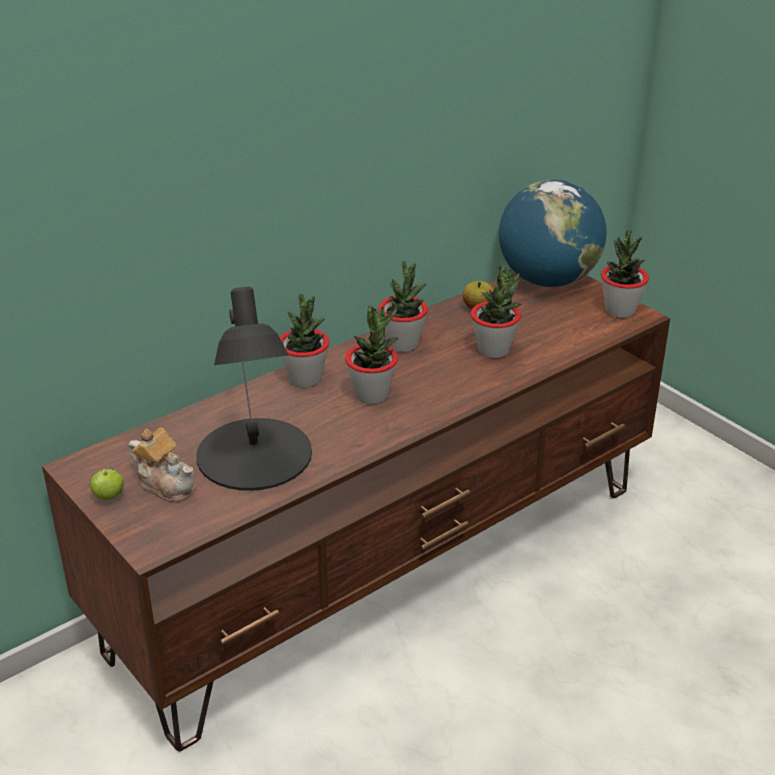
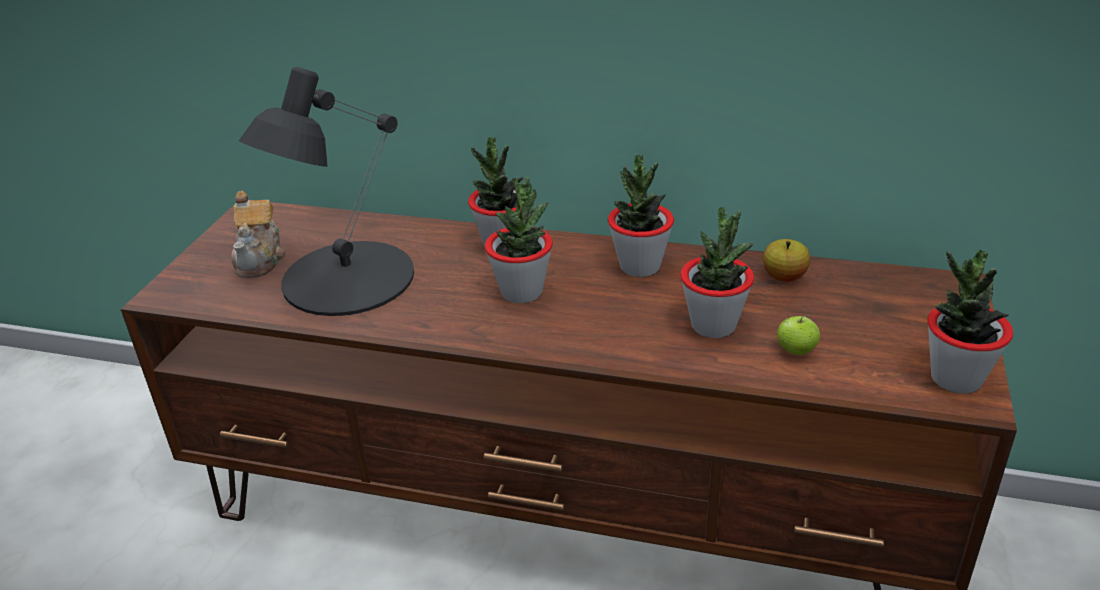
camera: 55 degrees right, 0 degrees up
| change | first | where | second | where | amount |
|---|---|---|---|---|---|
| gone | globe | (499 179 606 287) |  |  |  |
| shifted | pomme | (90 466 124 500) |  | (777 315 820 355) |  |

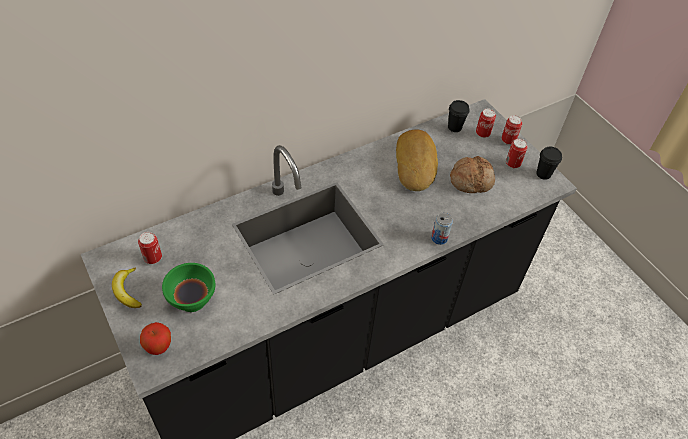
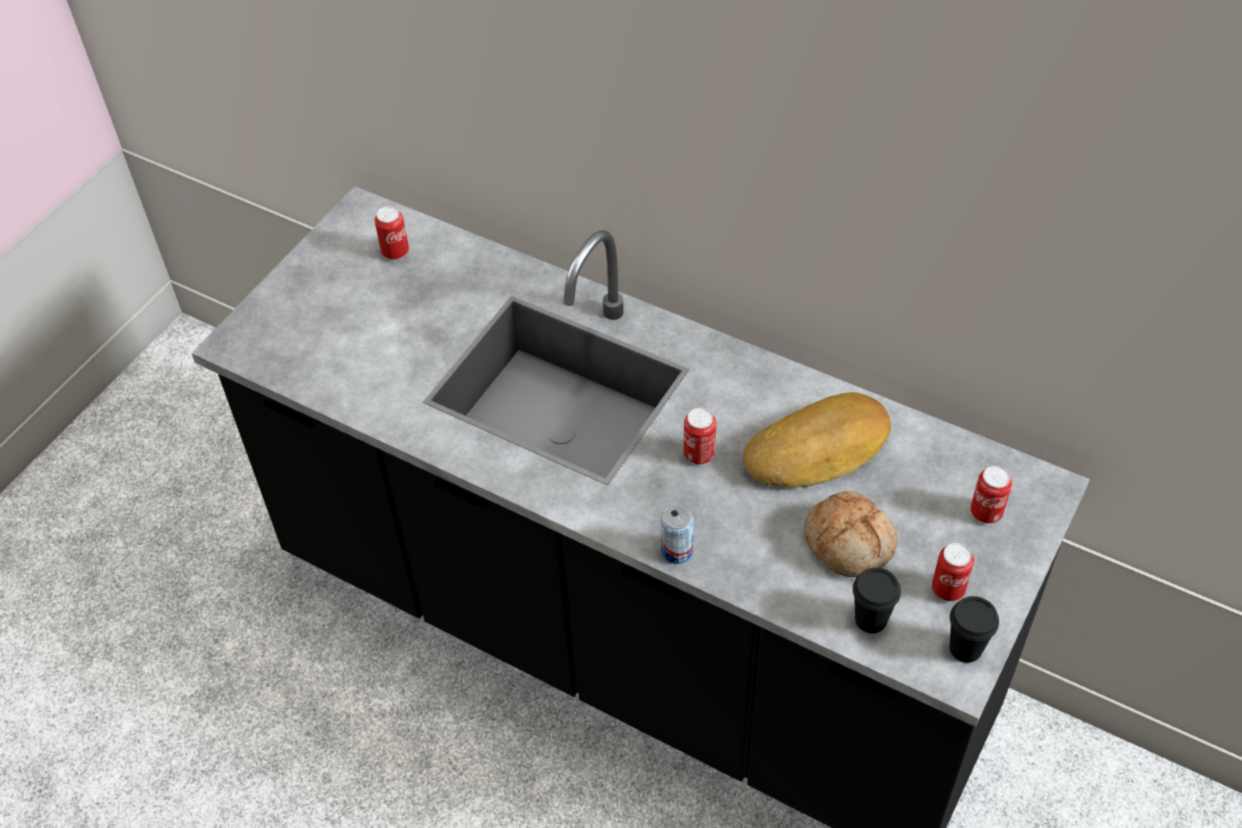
camera: 65 degrees right, 0 degrees up
| change | first | where | second | where | amount |
|---|---|---|---|---|---|
| gone | banane | (112 268 142 308) |  |  |  |
| gone | pomme | (140 322 171 355) |  |  |  |
| gone | bol (vert) | (162 263 216 312) |  |  |  |
| shifted | tasse (noir) | (448 100 470 132) |  | (853 567 901 633) |  |
| shifted | boîte métallique | (501 115 522 145) |  | (684 408 716 464) |  |

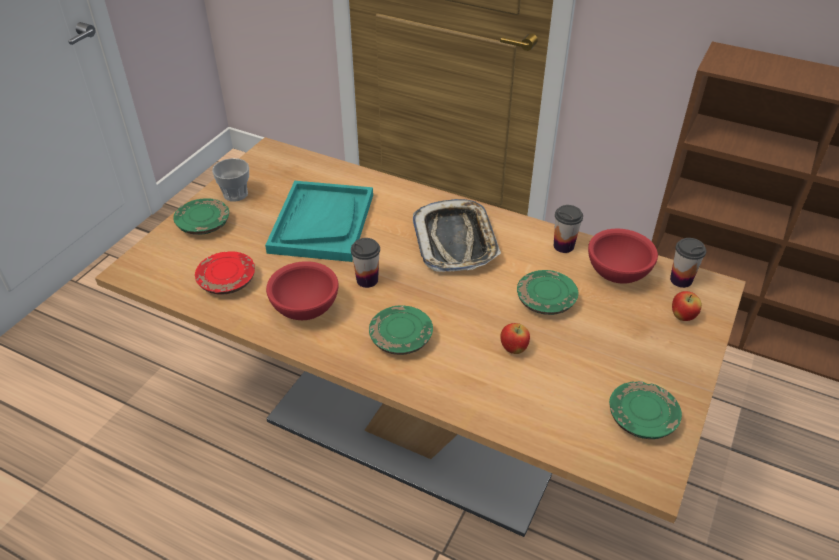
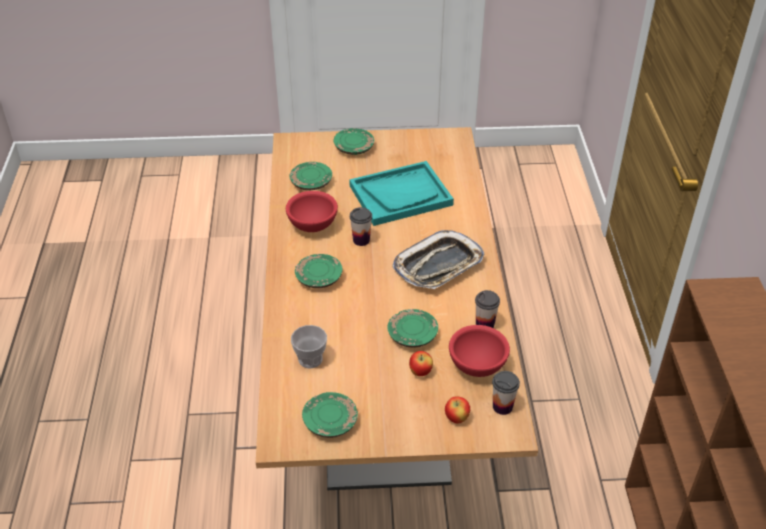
camera: 60 degrees right, 0 degrees up
| change | first | where | second | where | amount |
|---|---|---|---|---|---|
| shifted | tasse | (212 158 249 202) |  | (291 325 327 368) |  |
| shifted | pomme | (500 323 530 354) |  | (409 351 433 376) |  |
| repainted | assiette (rouge) | (195 251 255 295) | assiette (vert) | (290 162 332 190) |  |

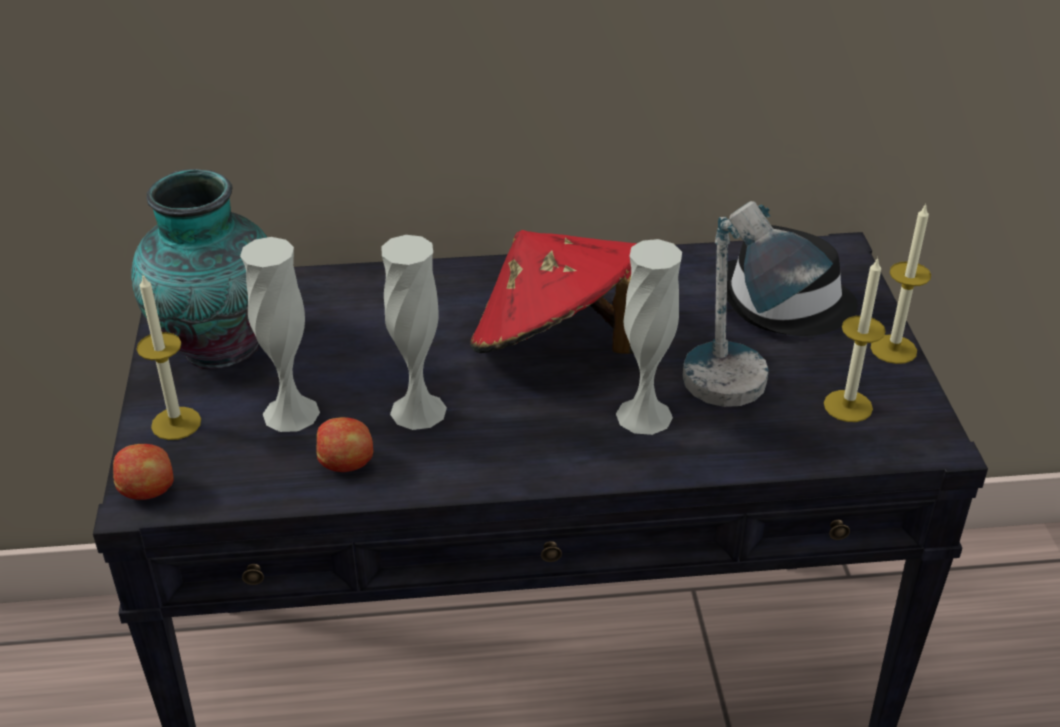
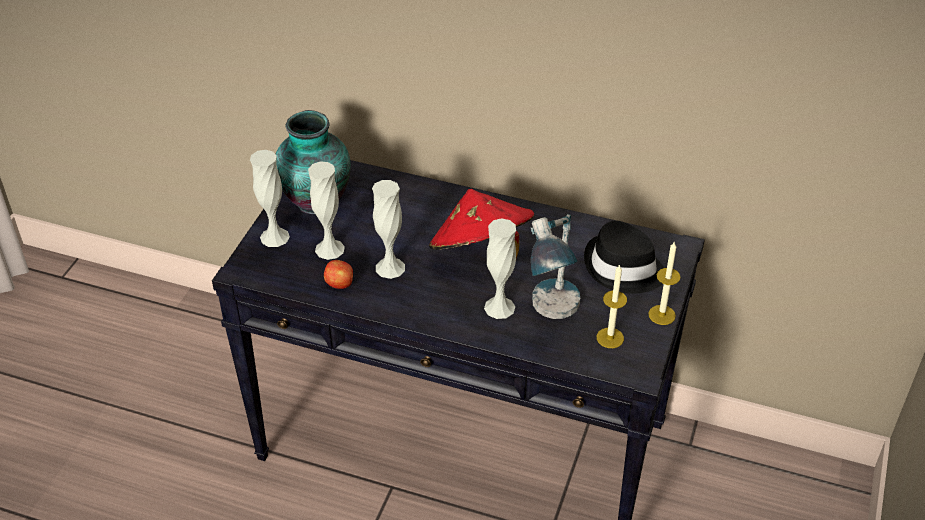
camera: 25 degrees right, 5 degrees up
| change | first | where | second | where | amount |
|---|---|---|---|---|---|
| gone | pomme | (113 444 174 500) |  |  |  |
| swapped | bougie | (137 275 201 440) | vase (blanc) | (250 150 290 247) |  |

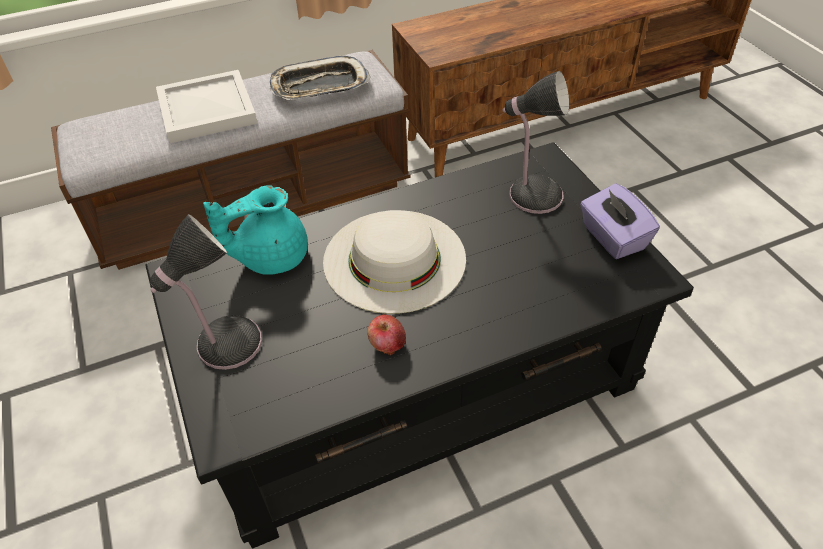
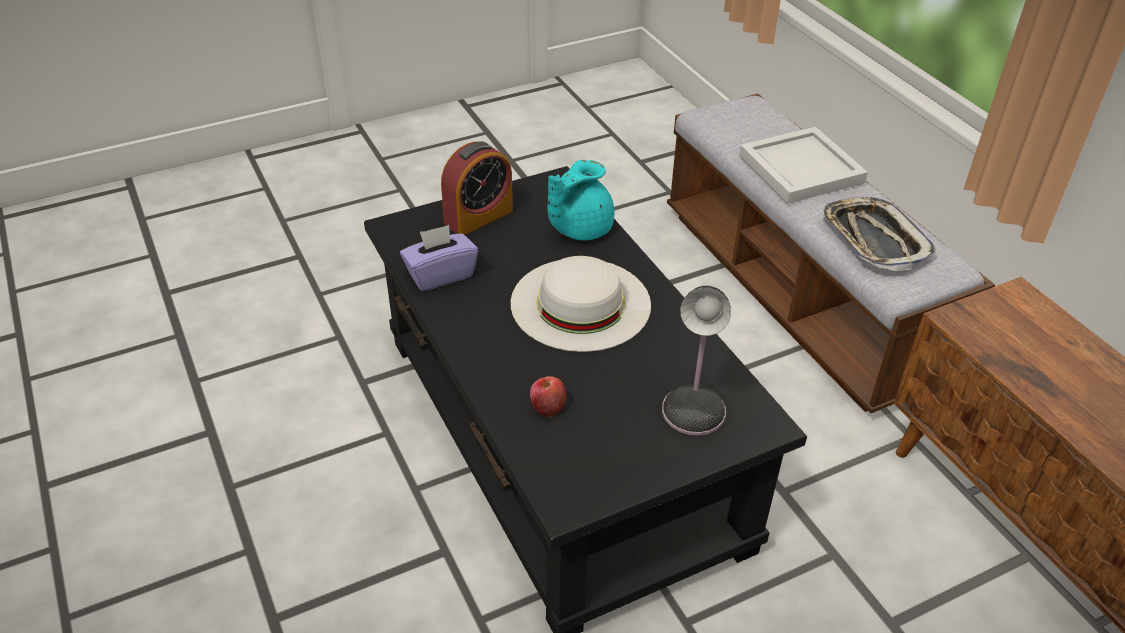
camera: 85 degrees right, 5 degrees down
| change | first | where | second | where | amount |
|---|---|---|---|---|---|
| shifted | pomme | (367 314 406 355) |  | (530 376 566 417) |  |
| shifted | boîte à mouchoirs (violet) | (580 183 660 259) |  | (400 225 478 291) |  |
| swapped | lampe de table | (150 214 262 370) | réveil | (441 142 513 235) |  |
| rotated | théière (turquoise) | (203 185 308 275) |  | (547 160 614 240) | 105 degrees counterclockwise |

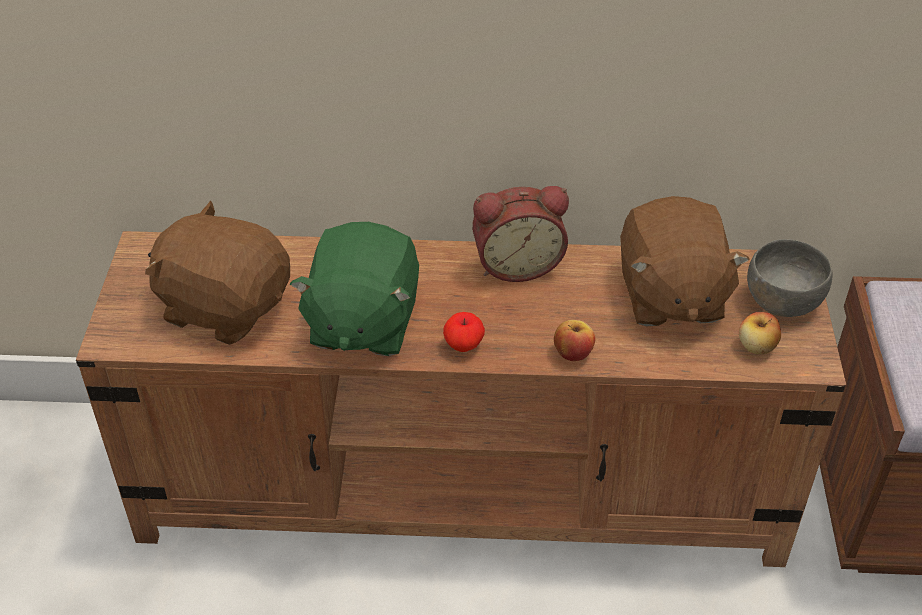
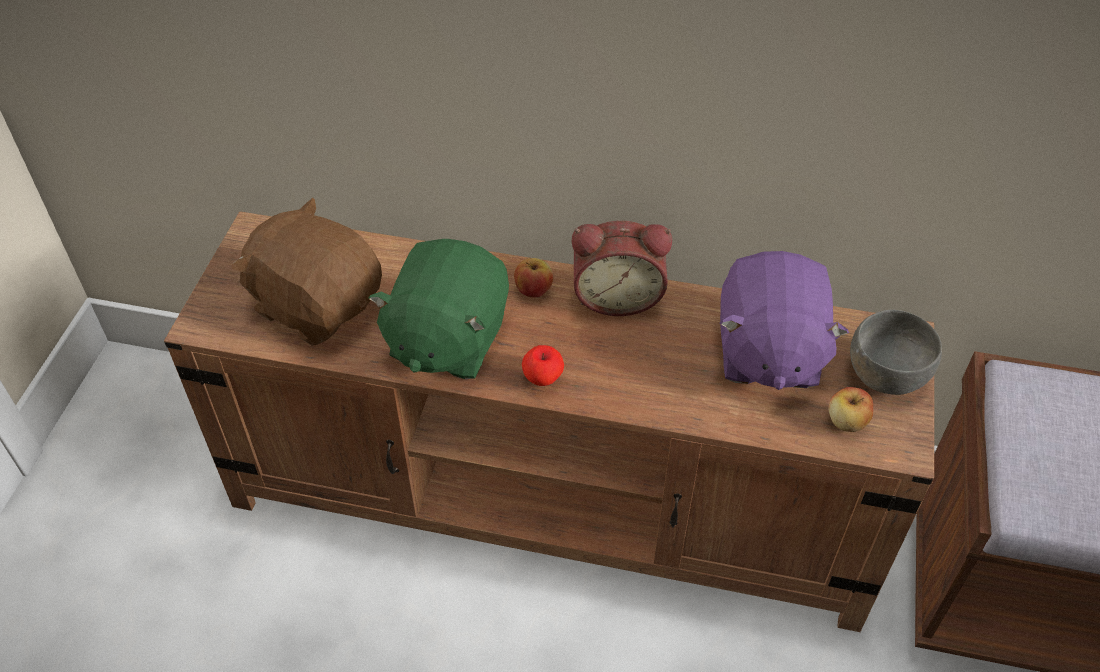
camera: 10 degrees right, 5 degrees up
| change | first | where | second | where | amount |
|---|---|---|---|---|---|
| shifted | pomme | (554 320 595 361) |  | (514 258 553 297) |  |
| repainted | peluche (marron) | (620 196 750 326) | peluche (violet) | (720 251 849 390) |  |

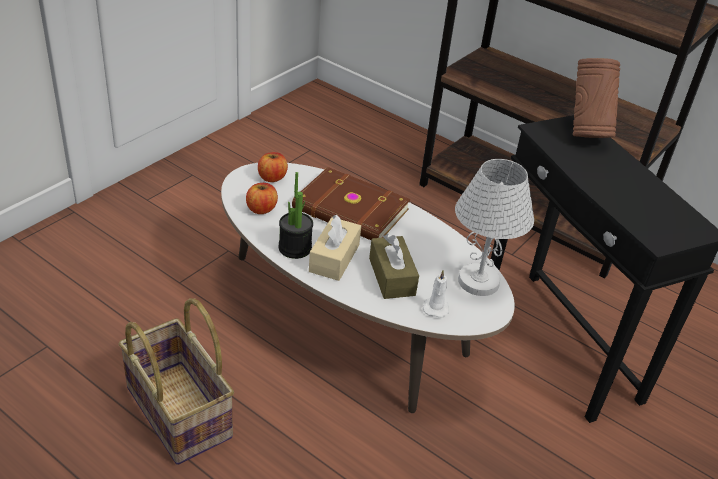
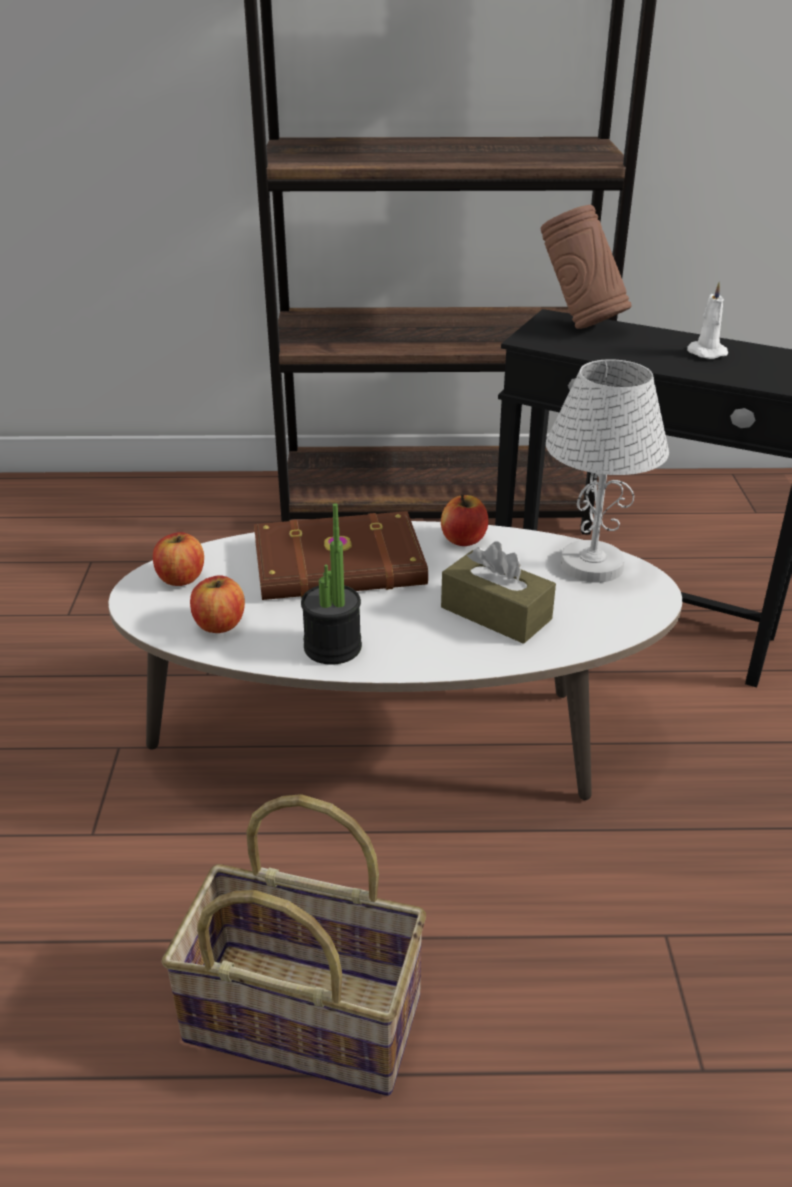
camera: 35 degrees left, 5 degrees down
| change | first | where | second | where | amount |
|---|---|---|---|---|---|
| gone | boîte à mouchoirs (beige) | (309 215 361 281) |  |  |  |
| new |  |  | pomme | (441 494 488 546) |  |
| shifted | bougie (blanc) | (423 270 449 318) |  | (687 282 728 359) |  |

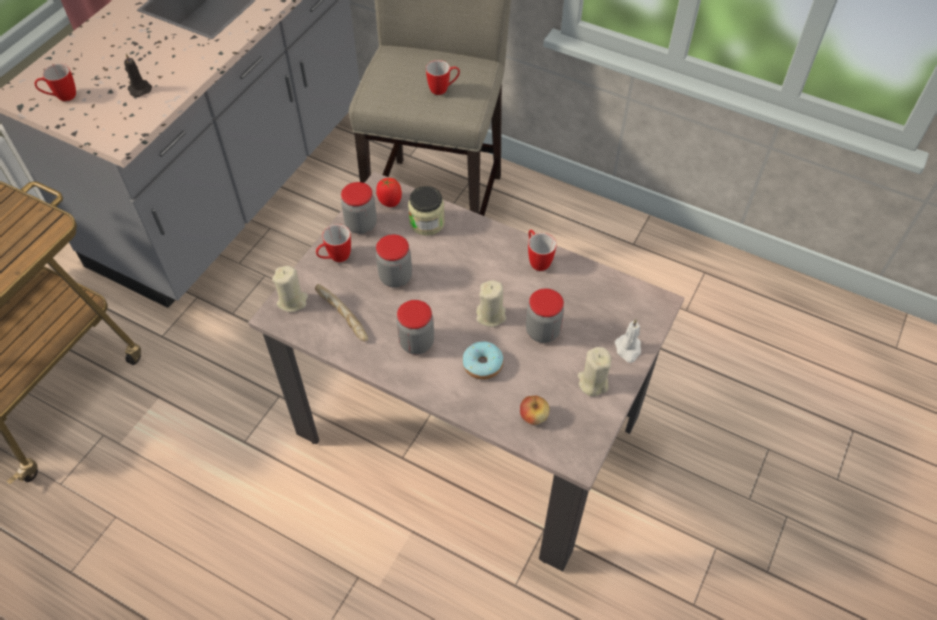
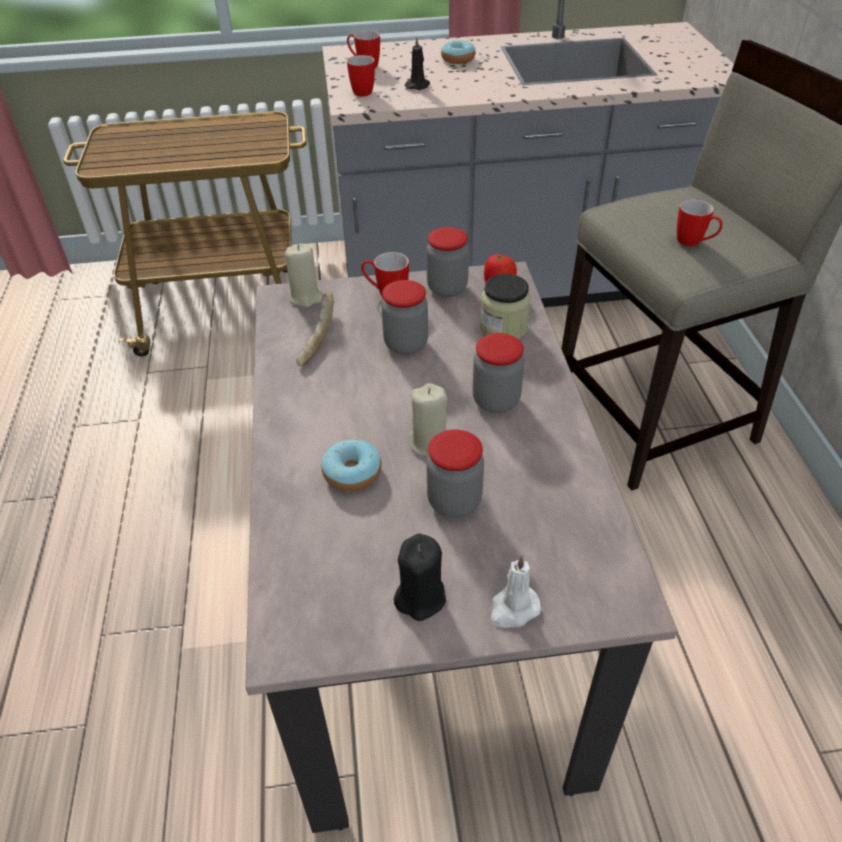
camera: 55 degrees right, 10 degrees down
| change | first | where | second | where | amount |
|---|---|---|---|---|---|
| gone | pomme | (520 396 550 425) |  |  |  |
| new |  |  | beignet | (441 41 476 64) |  |
| shifted | bocal | (397 300 434 354) |  | (473 333 524 413) |  |
| shifted | mug | (528 230 557 271) |  | (347 55 375 97) |  |
| repainted | bougie (beige) | (578 347 611 396) | bougie (noir) | (394 533 446 621) |  |

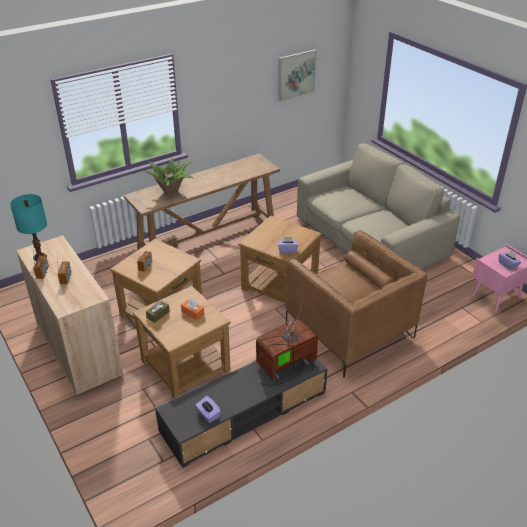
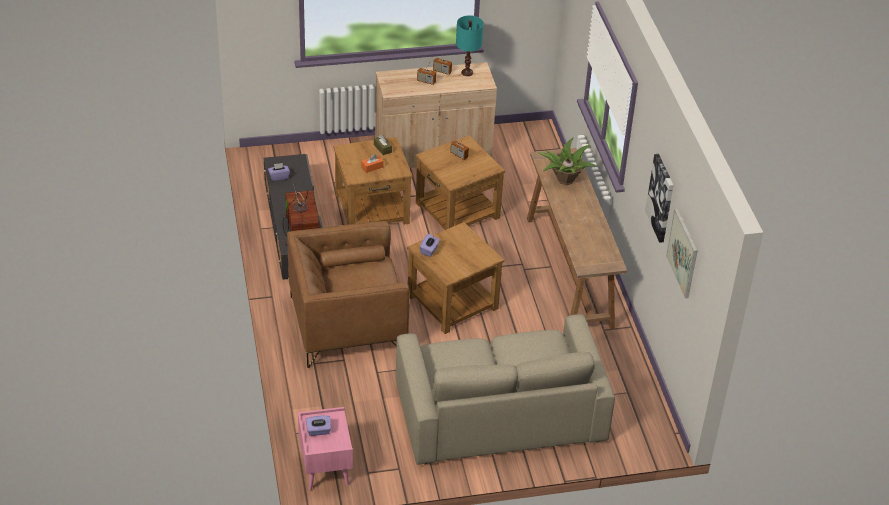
camera: 110 degrees right, 5 degrees up
| change | first | where | second | where | amount |
|---|---|---|---|---|---|
| new |  |  | tableau | (645 154 674 243) |  |

